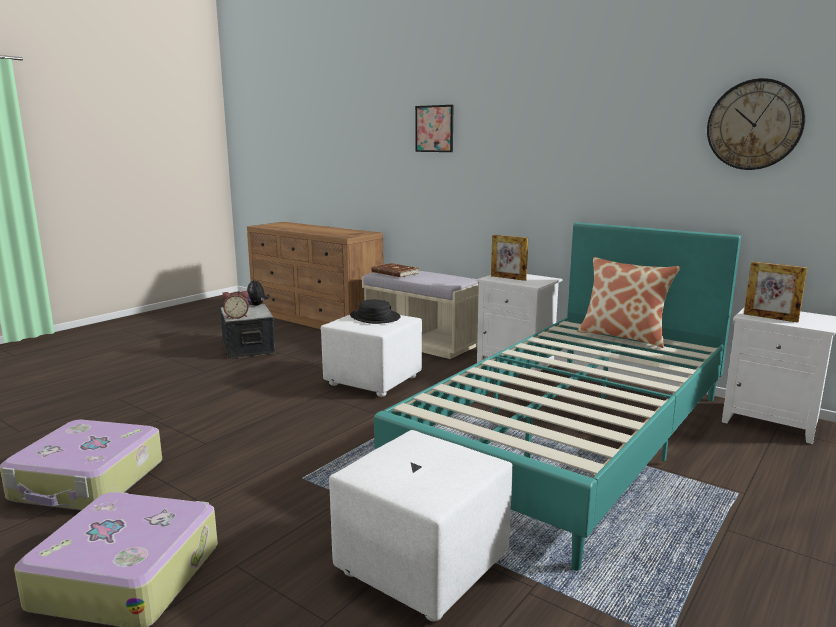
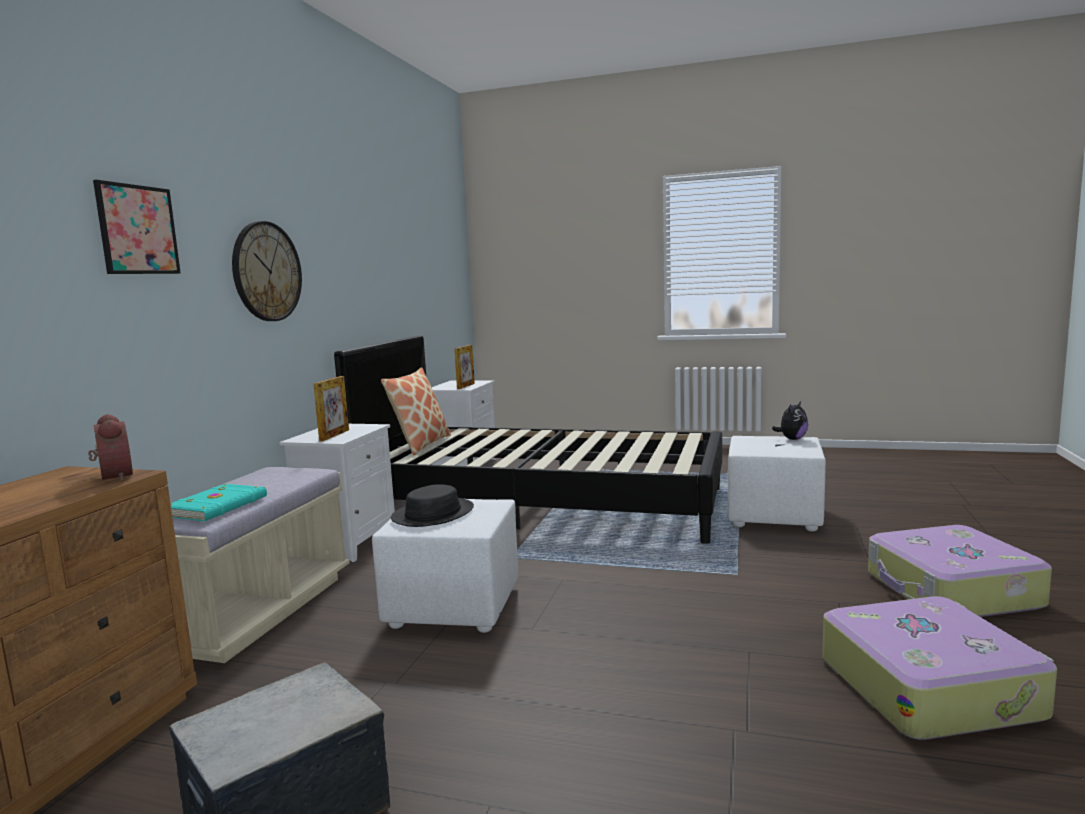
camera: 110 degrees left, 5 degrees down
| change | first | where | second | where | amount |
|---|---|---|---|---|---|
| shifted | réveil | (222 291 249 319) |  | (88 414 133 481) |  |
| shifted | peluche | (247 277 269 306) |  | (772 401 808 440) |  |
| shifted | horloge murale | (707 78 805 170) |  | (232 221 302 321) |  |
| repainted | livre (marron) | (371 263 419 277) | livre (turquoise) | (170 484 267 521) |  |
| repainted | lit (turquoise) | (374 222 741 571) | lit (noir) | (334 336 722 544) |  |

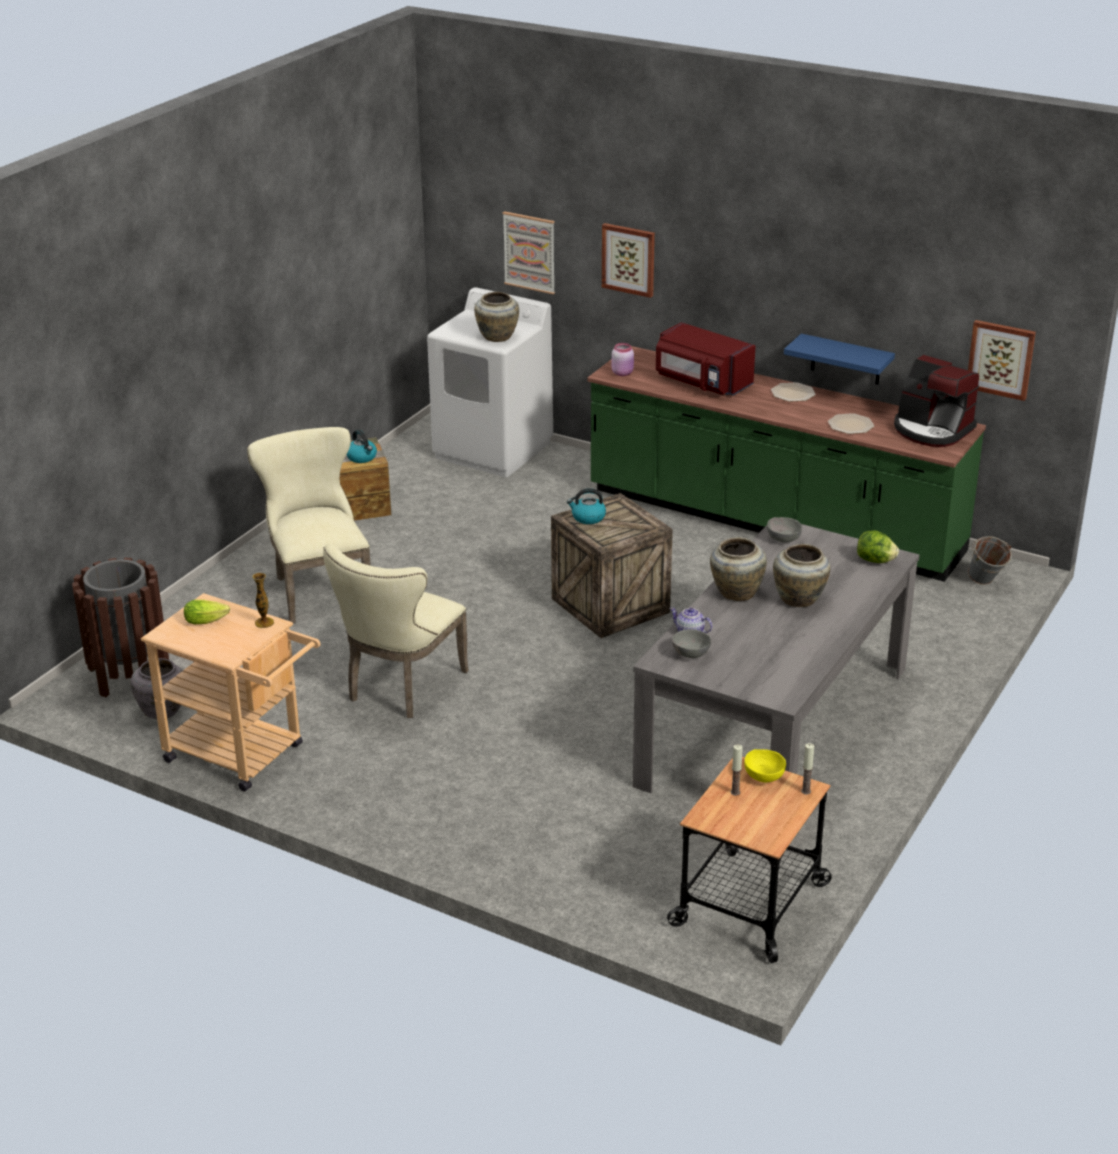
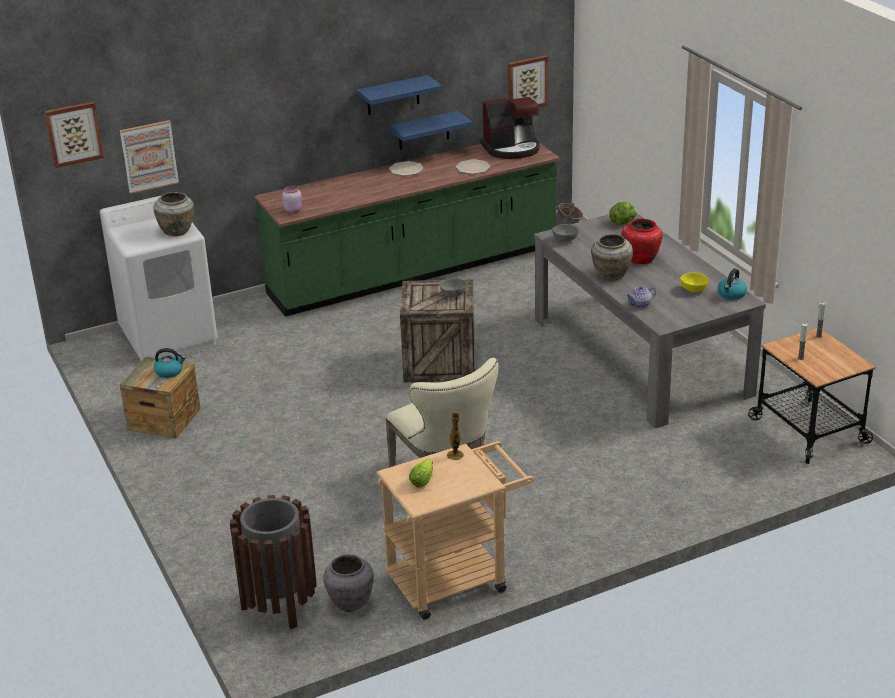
camera: 55 degrees left, 0 degrees up
| change | first | where | second | where | amount |
|---|---|---|---|---|---|
| gone | chaise (beige) | (247 427 371 624) |  |  |  |
| gone | micro-ondes (rouge) | (656 322 756 395) |  |  |  |
| new |  |  | étagère (bleu) | (357 75 442 115) |  |
| shifted | bouilloire | (567 488 606 524) |  | (718 269 747 300) |  |
| shifted | tableau | (602 223 655 298) |  | (44 102 104 168) |  |
| shifted | bol (gris) | (672 629 711 658) |  | (440 278 466 297) |  |
| shifted | bol (jaune) | (744 749 786 782) |  | (680 273 709 292) |  |
| repainted | vase (beige) | (773 544 830 607) | vase (rouge) | (621 218 662 264) |  |

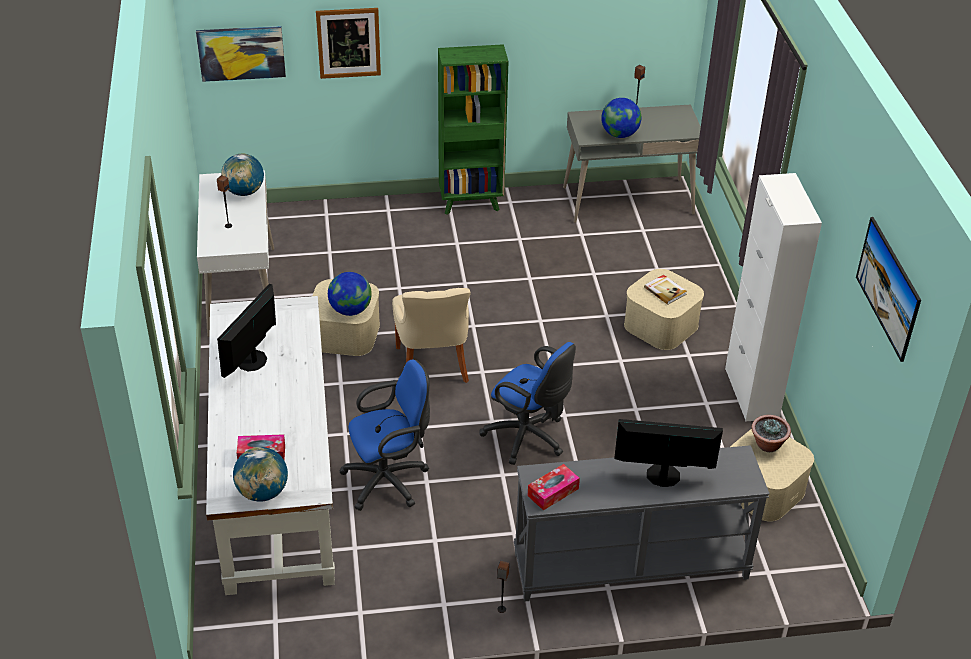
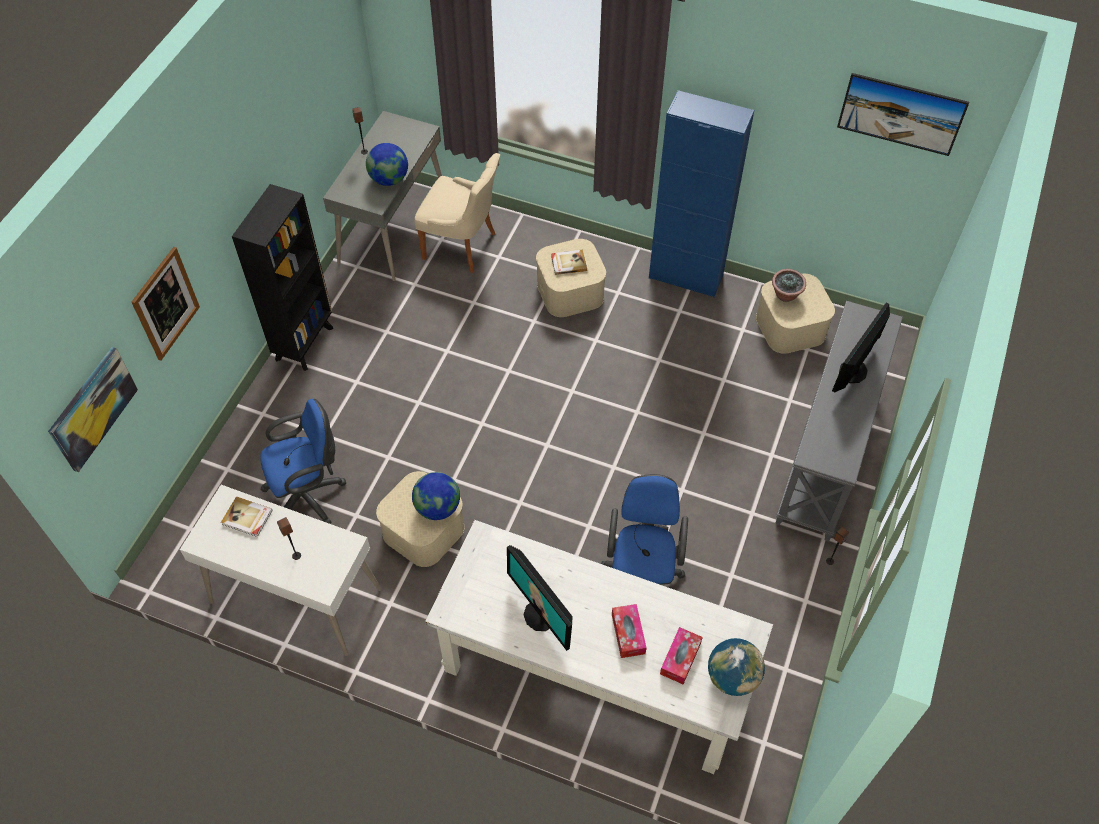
camera: 60 degrees left, 15 degrees up
| change | first | where | second | where | amount |
|---|---|---|---|---|---|
| shifted | chaise (beige) | (392 288 471 383) |  | (414 153 500 273) |  |
| shifted | chaise de bureau (bleu) | (479 342 576 465) |  | (260 399 346 524) |  |
| shifted | boîte à mouchoirs | (528 464 580 510) |  | (612 604 647 658) |  |
| swapped | globe | (221 154 264 196) | livre | (221 496 273 537) |  |
| repainted | bibliothèque (vert) | (438 44 509 215) | bibliothèque (noir) | (232 184 333 371) |  |
| repainted | meuble de rangement (blanc) | (725 173 822 422) | meuble de rangement (bleu) | (649 90 754 298) |  |

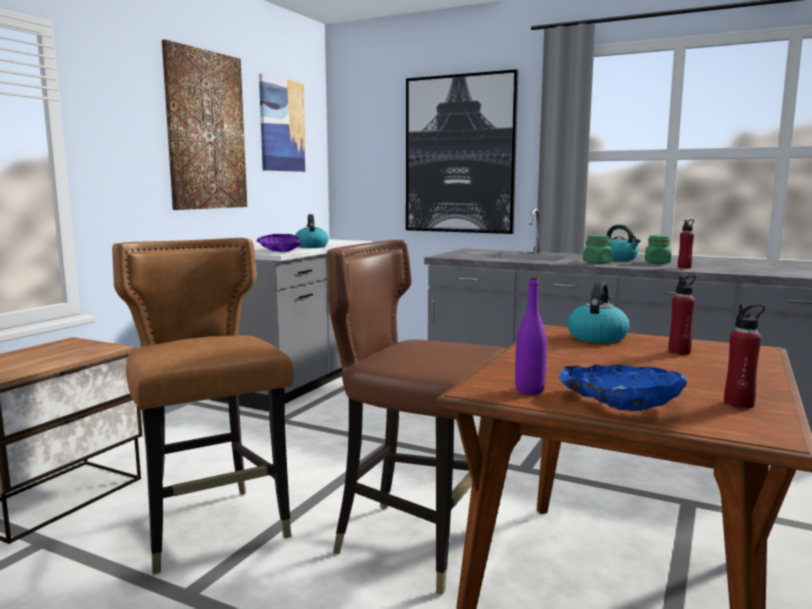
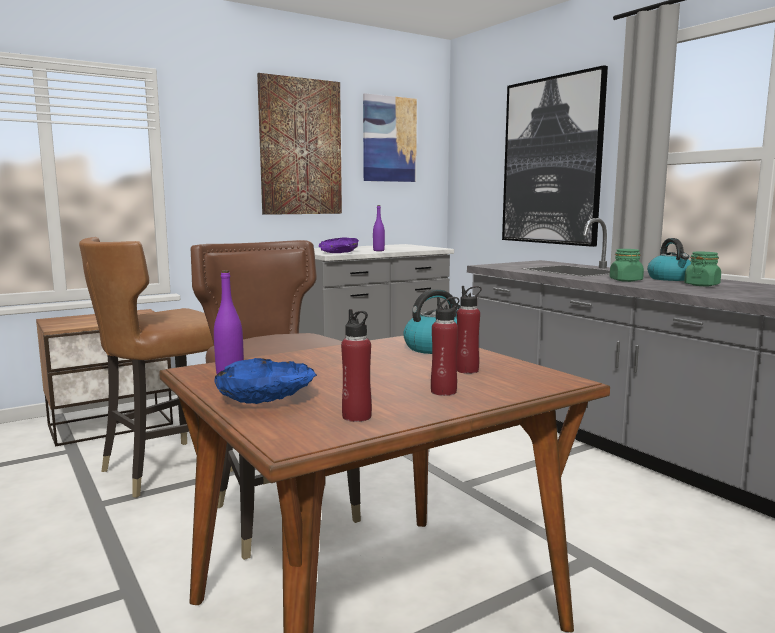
camera: 30 degrees right, 0 degrees up
| change | first | where | second | where | amount |
|---|---|---|---|---|---|
| shifted | bouteille (rouge) | (678 219 694 269) |  | (431 297 459 396) |  |
| swapped | bouilloire | (295 214 329 248) | bouteille (violet) | (373 205 385 251) |  |
| rotated | chaise (marron) | (112 238 294 575) |  | (79 237 233 498) | 135 degrees counterclockwise |

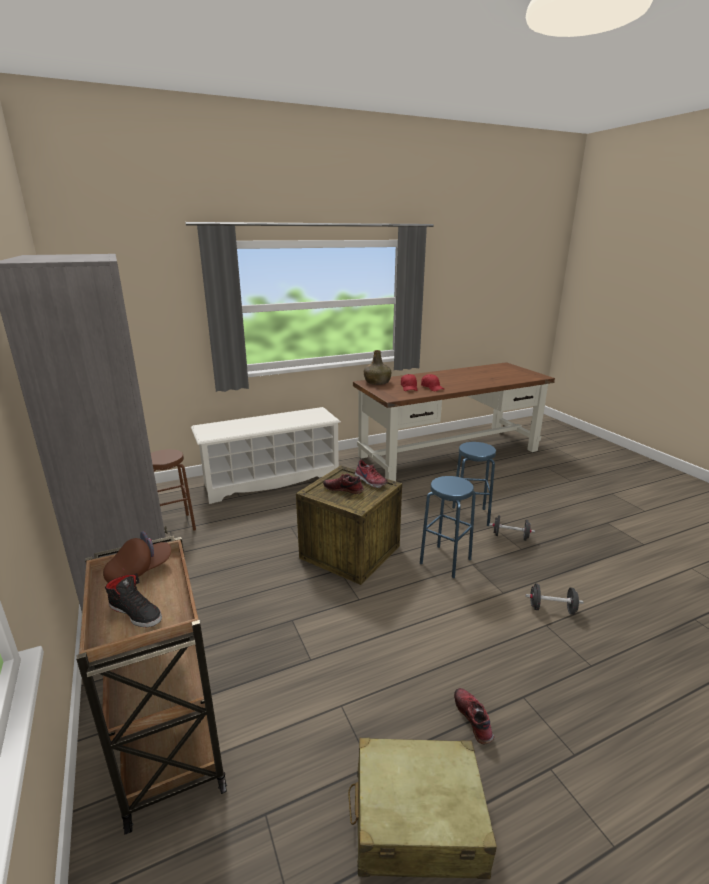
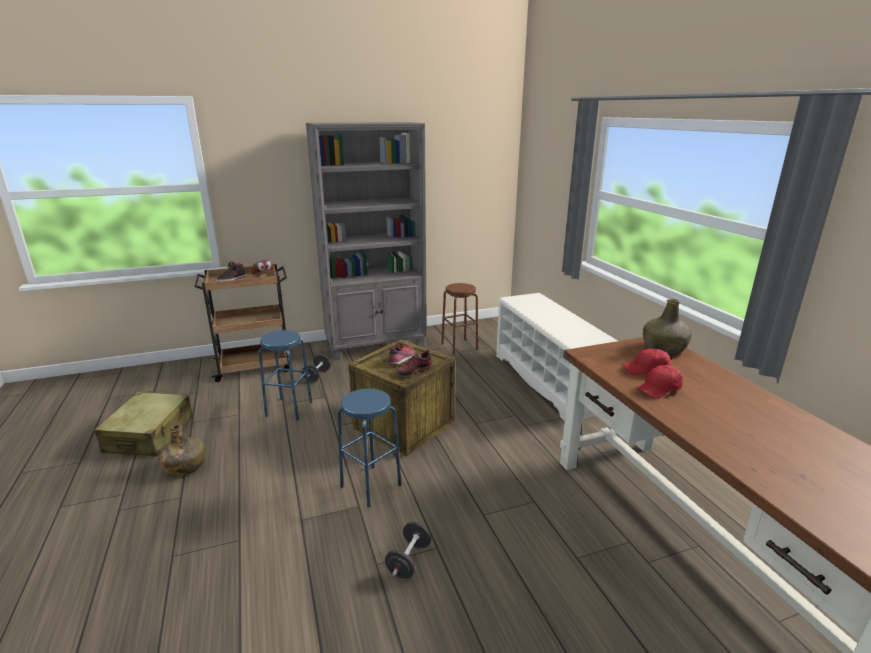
camera: 95 degrees right, 0 degrees up
| change | first | where | second | where | amount |
|---|---|---|---|---|---|
| shifted | tabouret (bleu) | (452 442 496 526) |  | (258 330 313 421) |  |
| shifted | haltère (noir) | (526 583 583 615) |  | (302 354 331 382) |  |
| swapped | chaussure | (454 688 494 744) | bouteille (vert) | (159 424 206 476) |  |

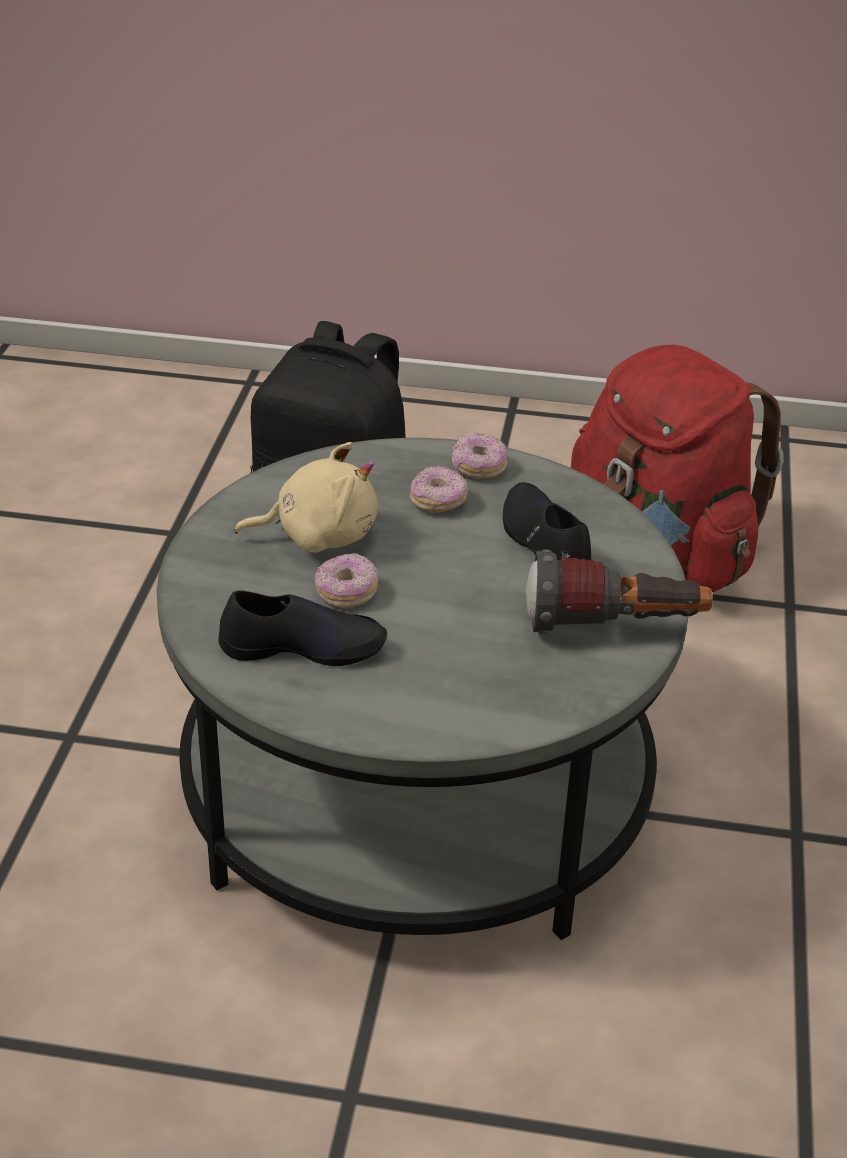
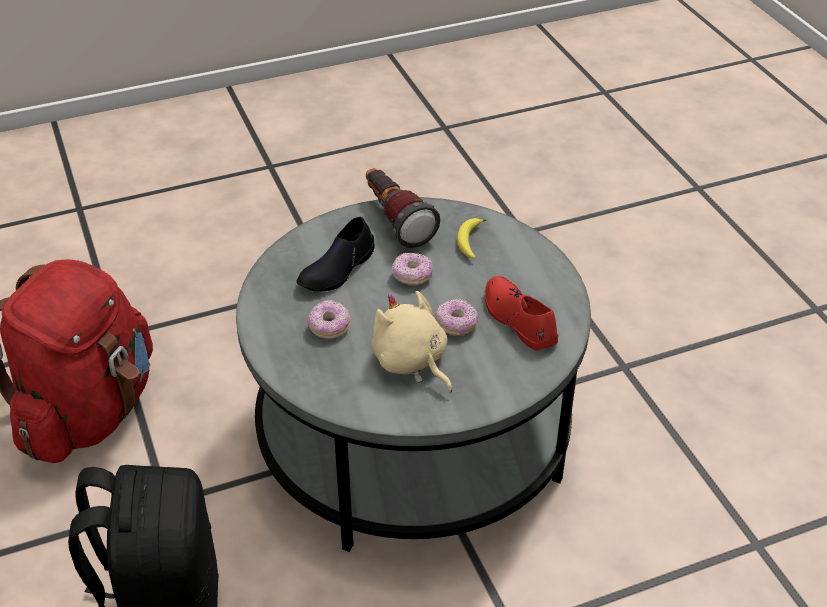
camera: 120 degrees left, 5 degrees up
| change | first | where | second | where | amount |
|---|---|---|---|---|---|
| new |  |  | banane | (457 218 486 259) |  |
| shifted | beignet | (452 433 508 479) |  | (392 252 433 285) |  |
| repainted | chaussure (noir) | (218 590 387 666) | chaussure (rouge) | (485 276 558 351) |  |

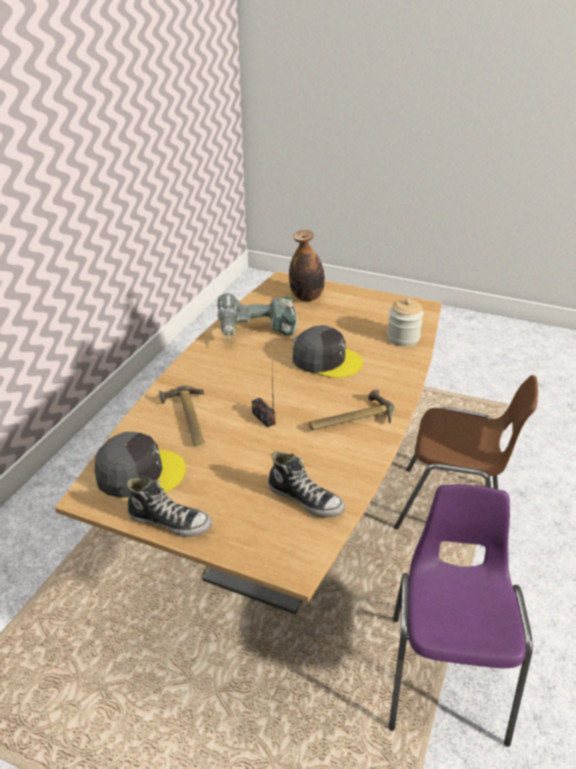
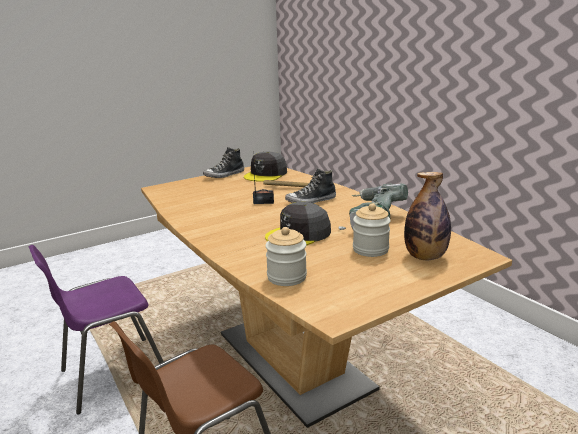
camera: 125 degrees right, 15 degrees down
| change | first | where | second | where | amount |
|---|---|---|---|---|---|
| gone | marteau | (309 389 395 430) |  |  |  |
| new |  |  | bocal | (353 204 391 257) |  |
| shifted | chaussure | (268 451 345 518) |  | (285 168 336 203) |  |
| rotated | chaise (violet) | (389 484 533 747) |  | (29 245 164 414) | 105 degrees clockwise |

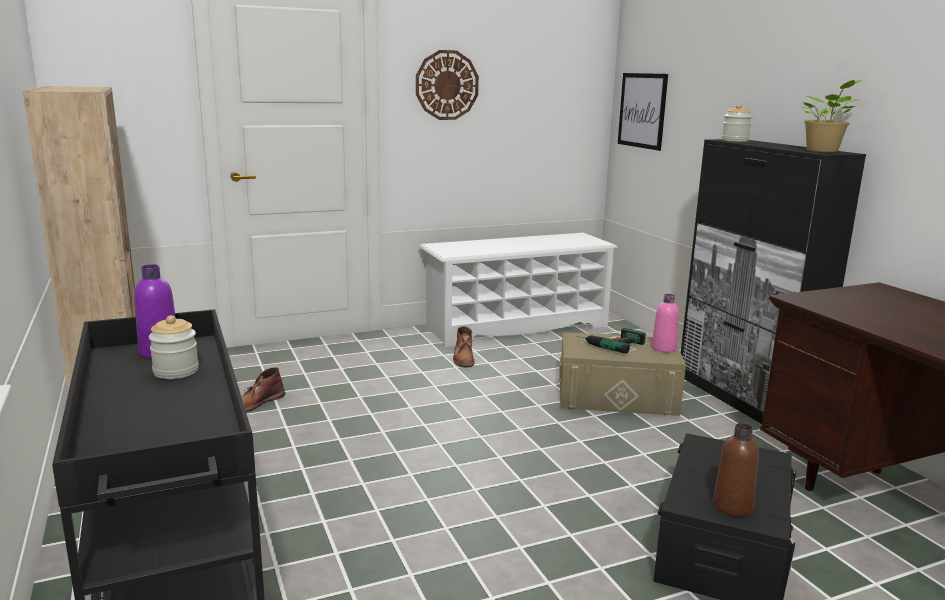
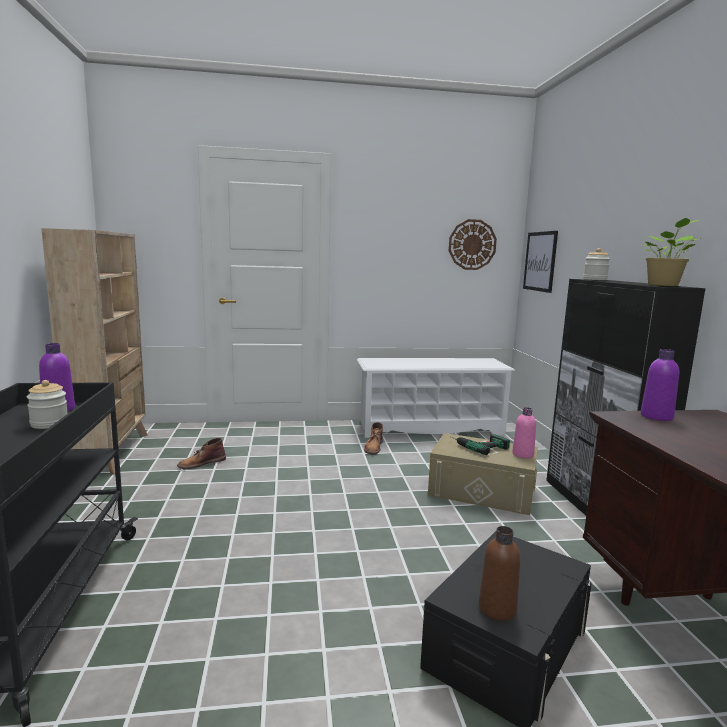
camera: 15 degrees right, 5 degrees down
| change | first | where | second | where | amount |
|---|---|---|---|---|---|
| new |  |  | bouteille (violet) | (641 349 679 421) |  |
| shifted | horloge murale | (416 50 479 120) |  | (449 219 497 270) |  |

